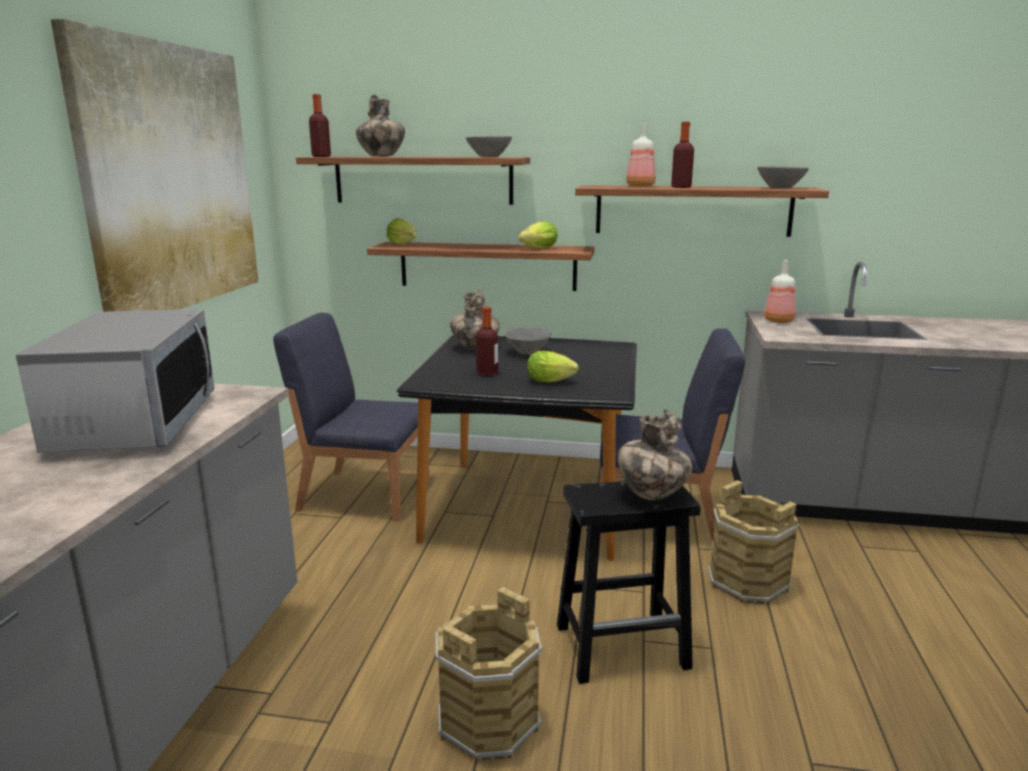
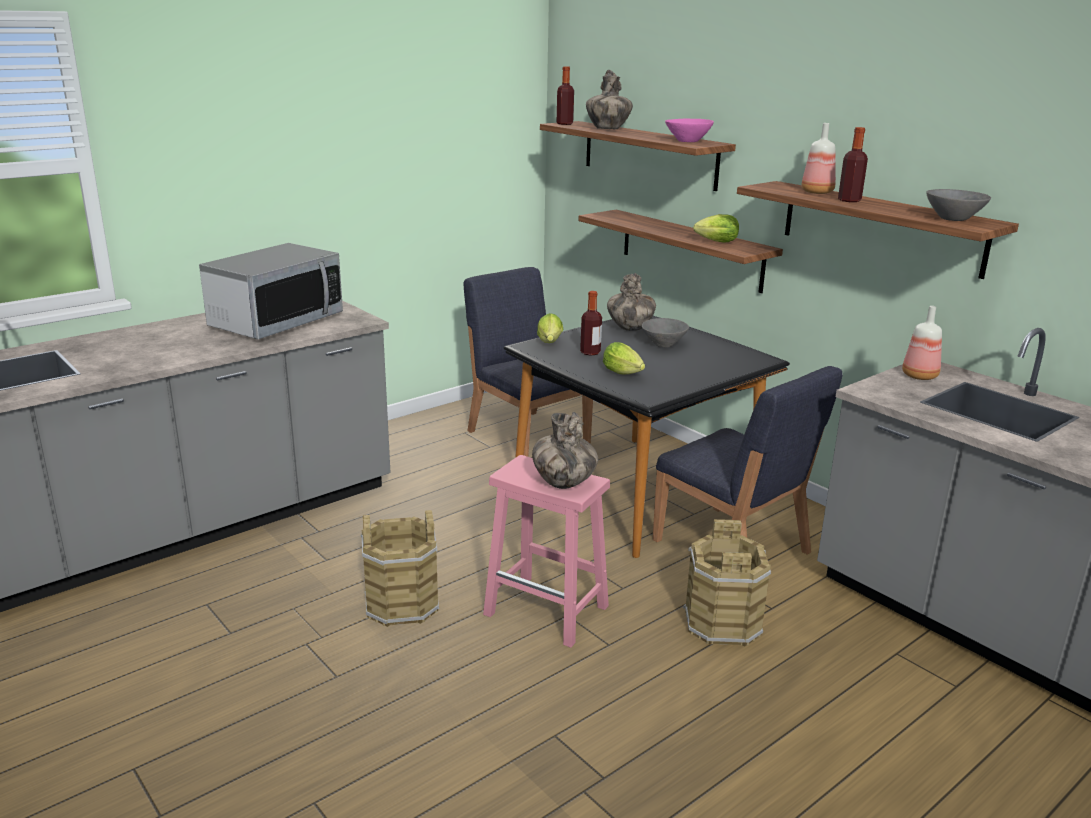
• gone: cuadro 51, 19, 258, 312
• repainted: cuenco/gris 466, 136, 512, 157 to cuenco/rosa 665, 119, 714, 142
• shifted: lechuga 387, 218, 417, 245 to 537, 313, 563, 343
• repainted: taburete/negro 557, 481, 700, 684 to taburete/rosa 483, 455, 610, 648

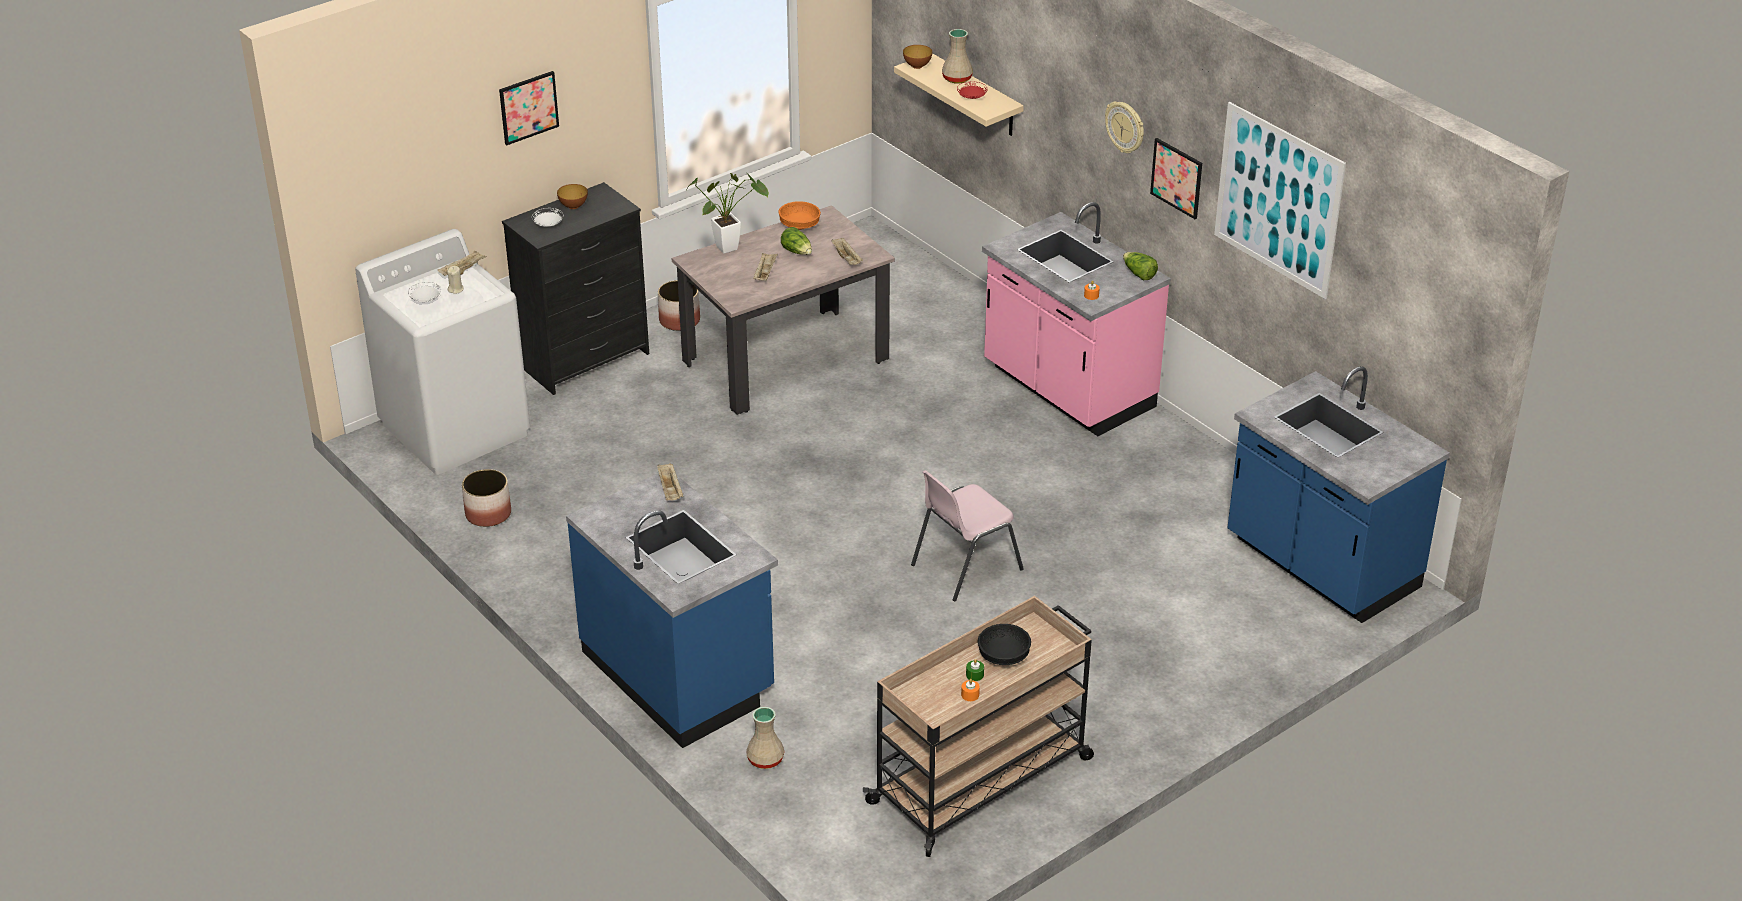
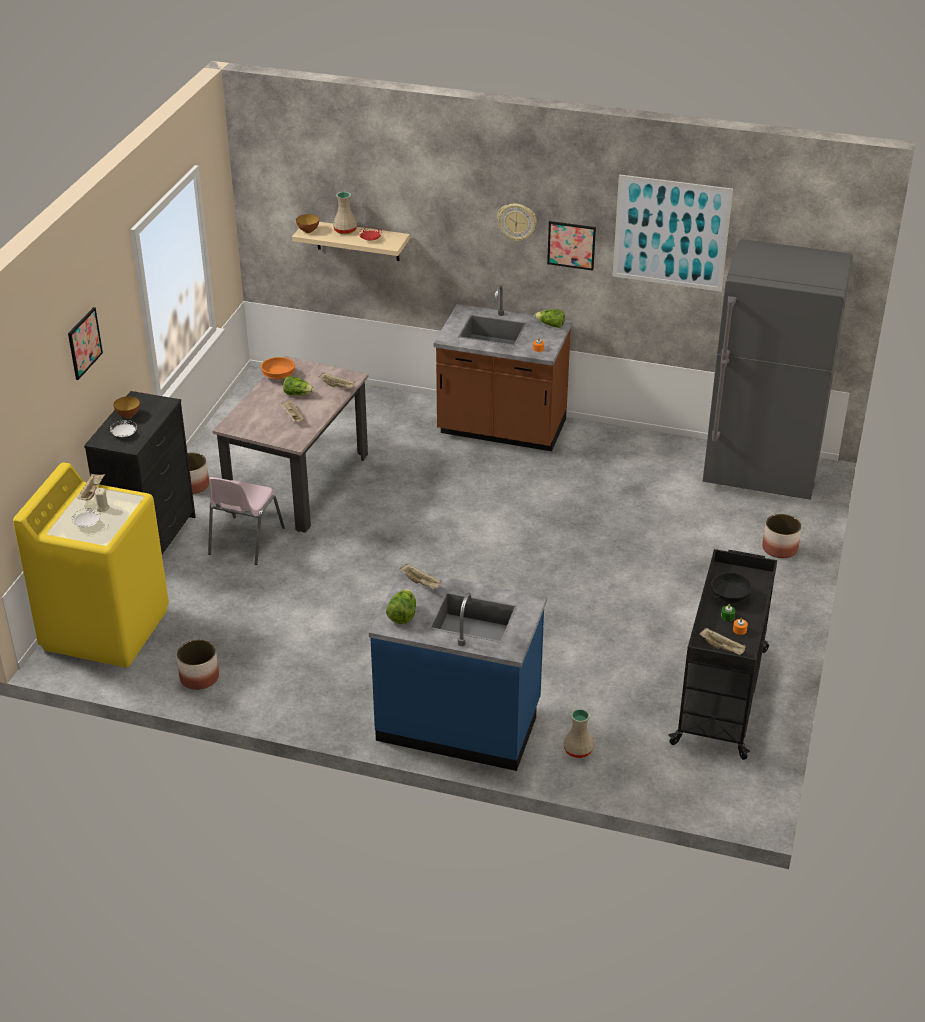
• gone: planta en maceta 687, 173, 769, 254
• repainted: mueble bajo de cocina/rosa 982, 202, 1171, 436 to mueble bajo de cocina/marrón 433, 285, 572, 451
• repainted: lavadora/blanco 355, 229, 530, 475 to lavadora/amarillo 13, 463, 169, 668
• swapped: mueble bajo de cocina/azul 1227, 366, 1450, 623 to nevera/gris 703, 239, 853, 500
• shifted: silla/rosa 911, 470, 1024, 601 to 208, 477, 285, 565
• repainted: carrito/beis 863, 596, 1094, 857 to carrito/negro 668, 549, 777, 760
• new: maceta 762, 514, 802, 558
• new: lechuga 386, 589, 416, 624
• new: bandeja/beis 699, 628, 746, 655

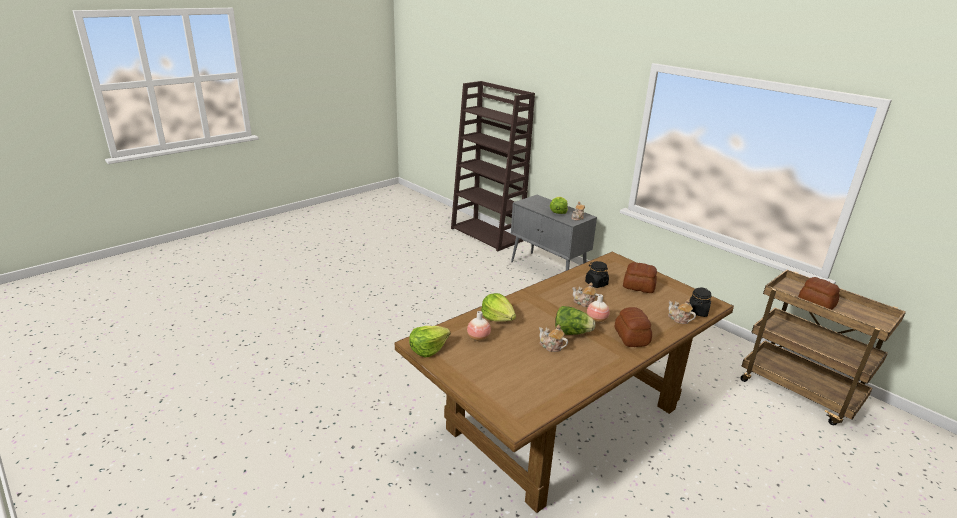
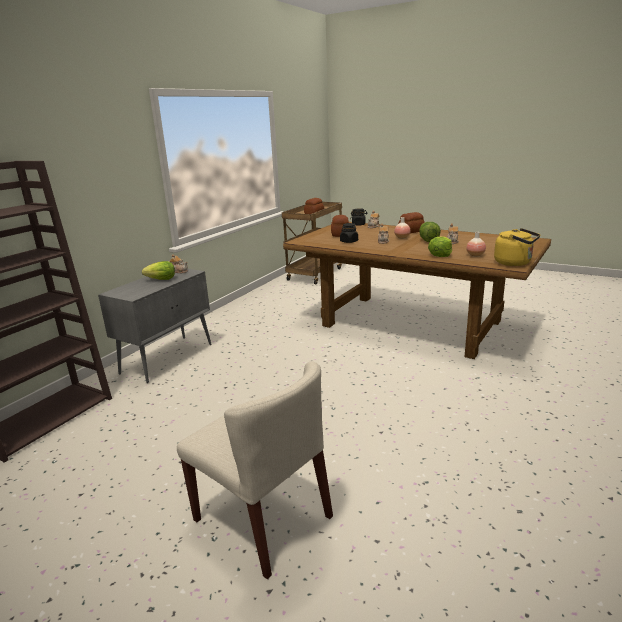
• swapped: lechuga 409, 326, 450, 358 to hervidor/amarillo 494, 228, 540, 266
• new: silla/beis 177, 361, 333, 579

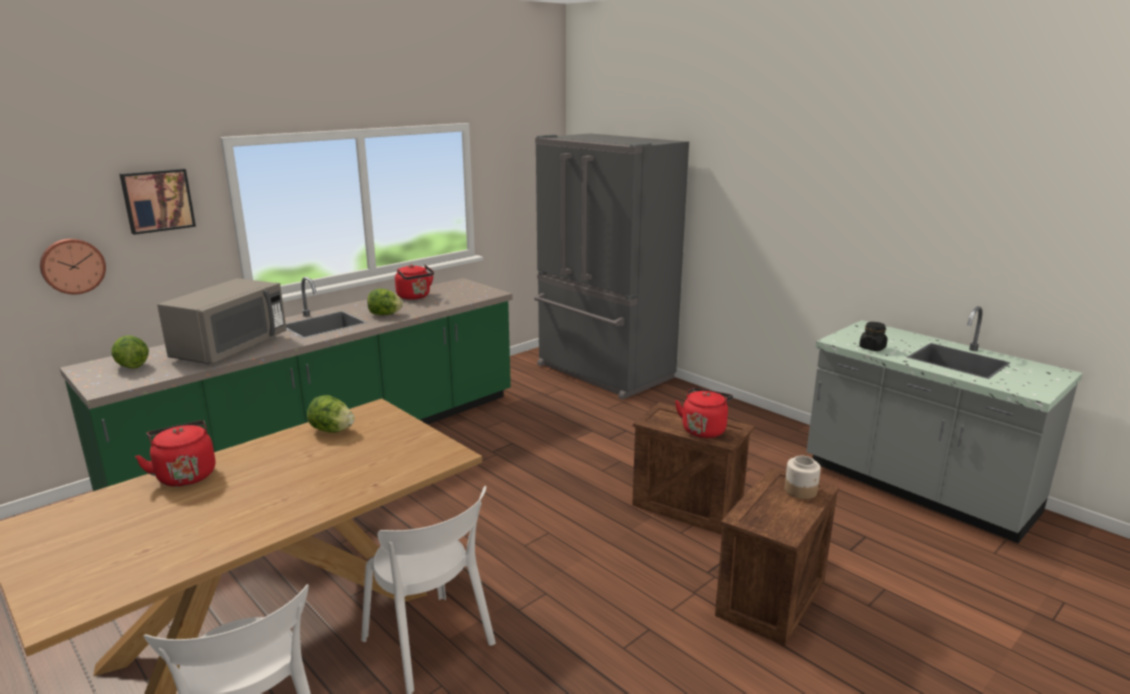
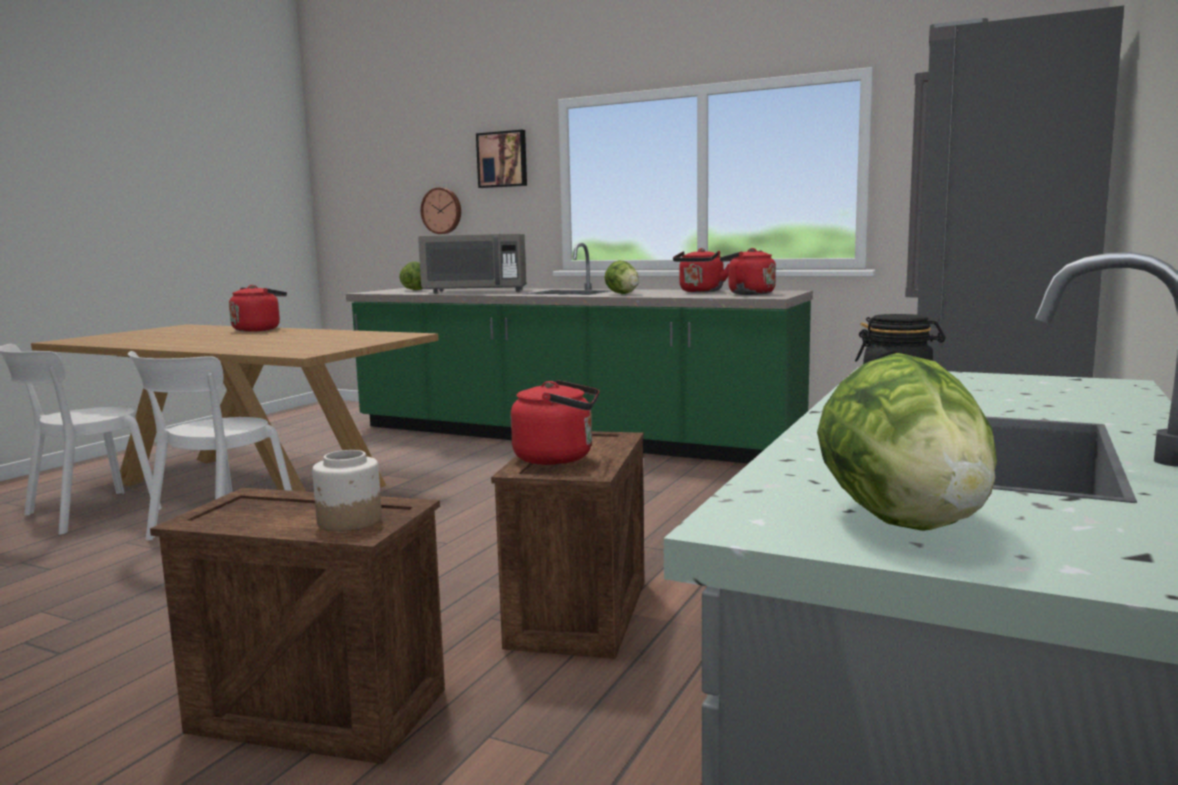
• shifted: lechuga 307, 395, 355, 433 to 817, 353, 997, 531
• new: hervidor/rojo 720, 248, 776, 295

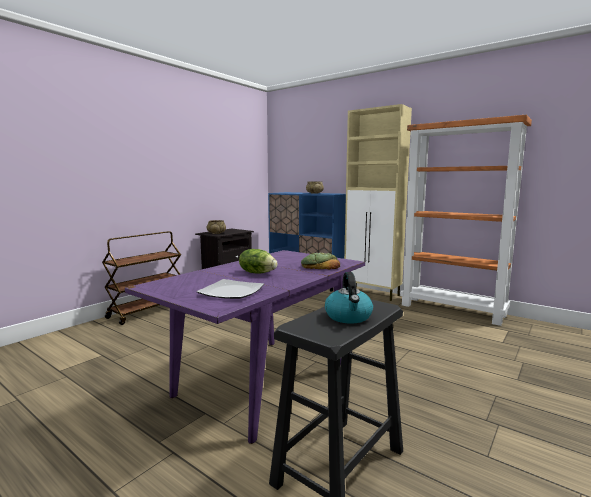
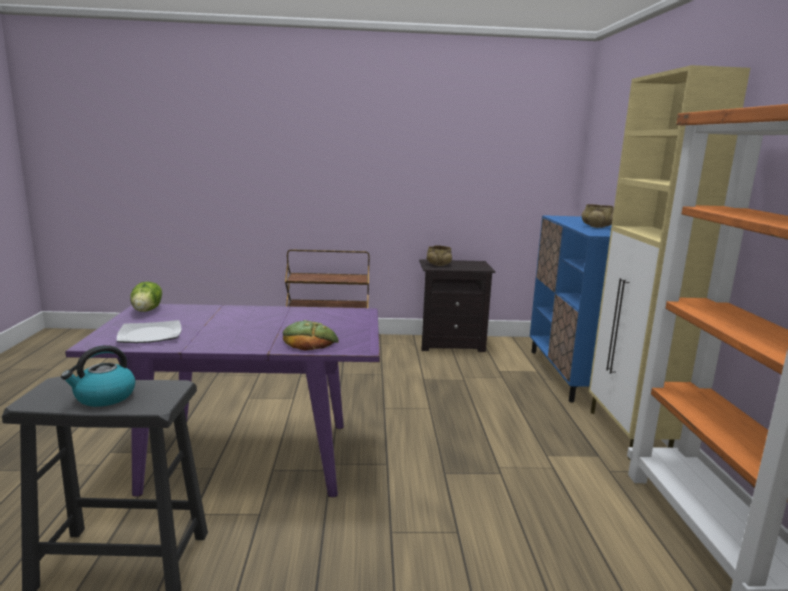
• shifted: lechuga 239, 249, 278, 274 to 130, 282, 162, 312

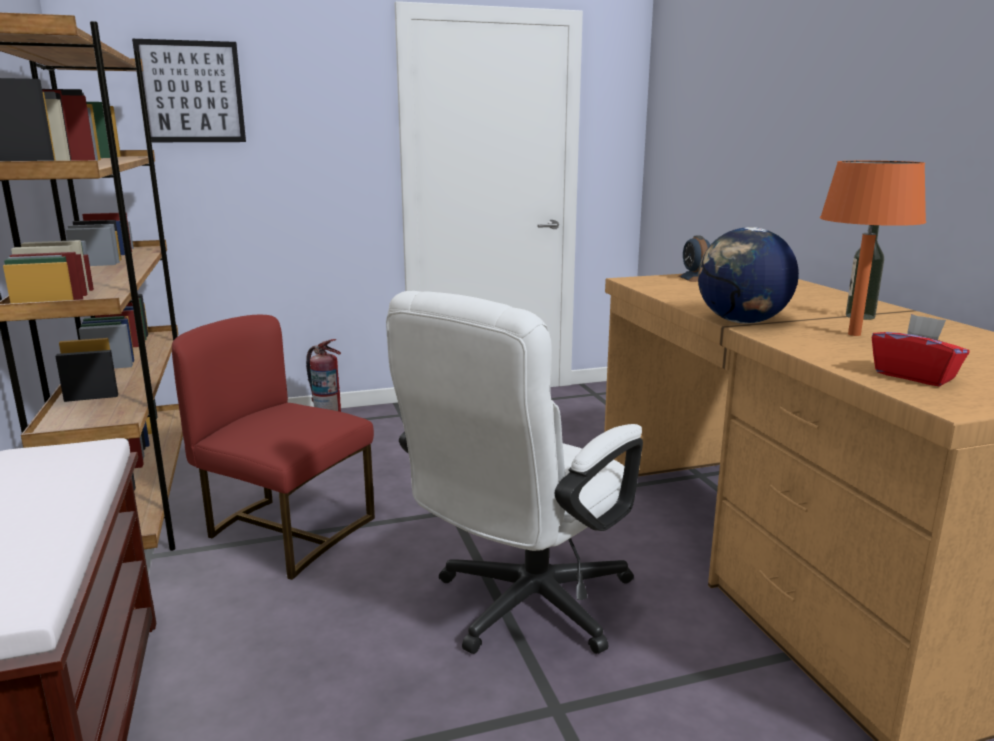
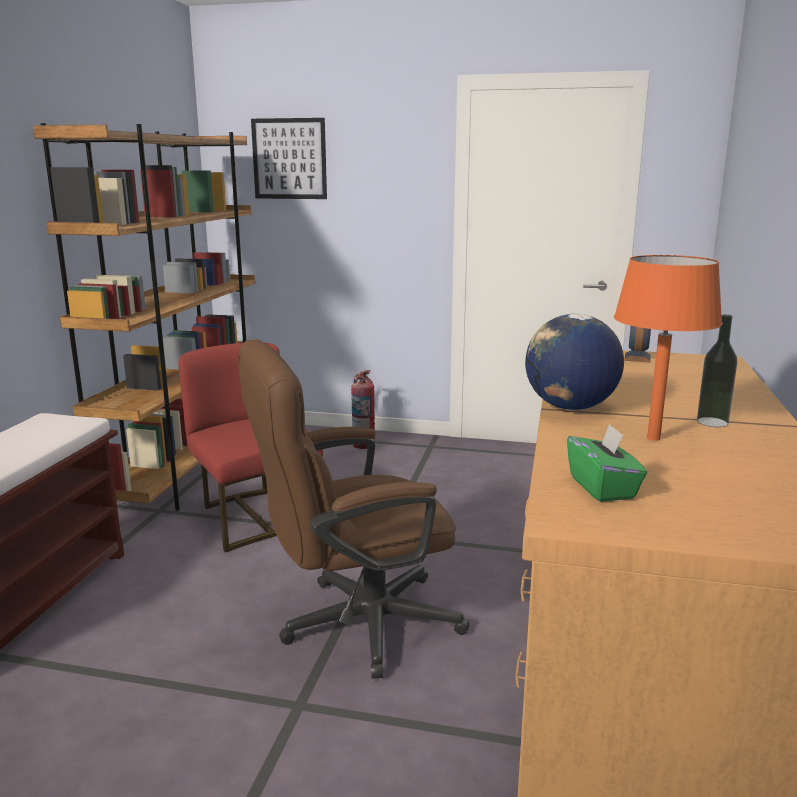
• repainted: silla de oficina/blanco 386, 291, 643, 654 to silla de oficina/marrón 238, 339, 470, 679
• repainted: caja de pañuelos/rojo 872, 314, 969, 386 to caja de pañuelos/verde 567, 424, 647, 502

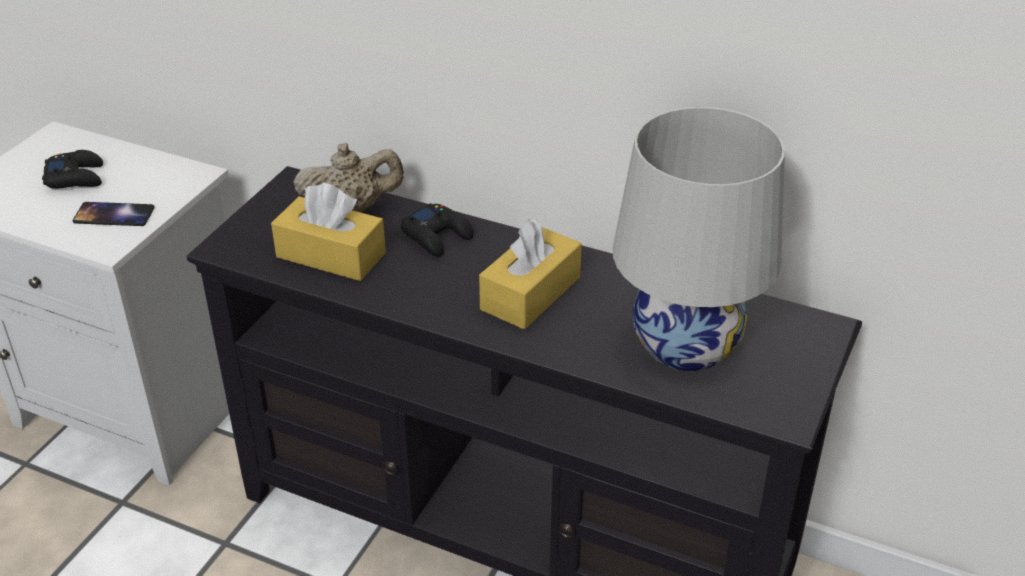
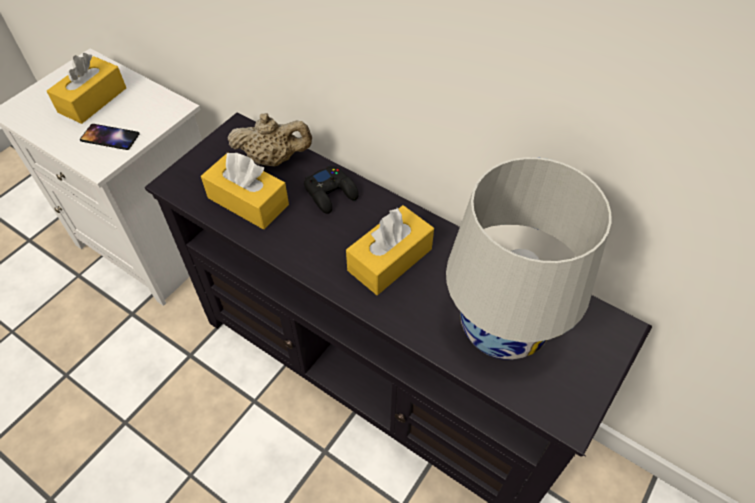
• swapped: mando de consola/negro 42, 150, 103, 189 to caja de pañuelos/amarillo 47, 53, 126, 124

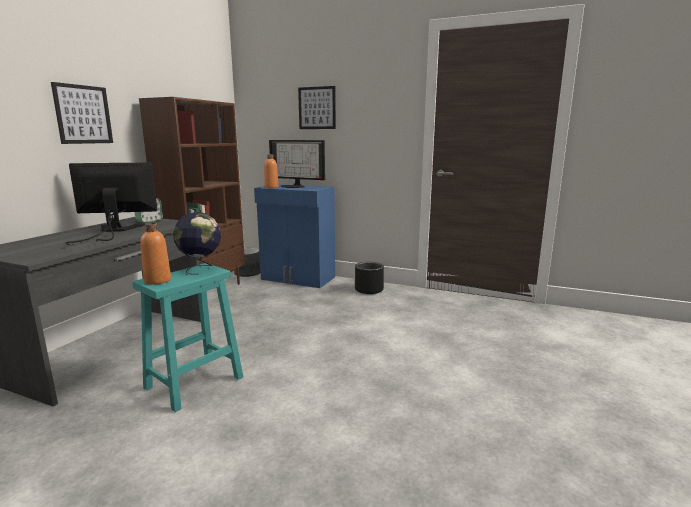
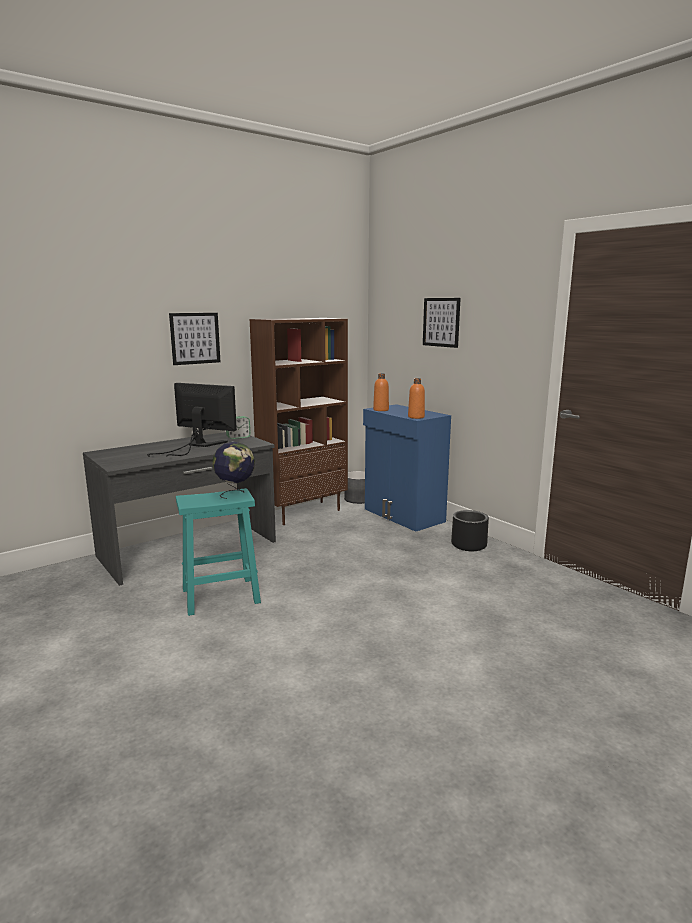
• gone: monitor 269, 140, 325, 188
• shifted: botella/naranja 140, 223, 171, 284 to 408, 378, 425, 419

